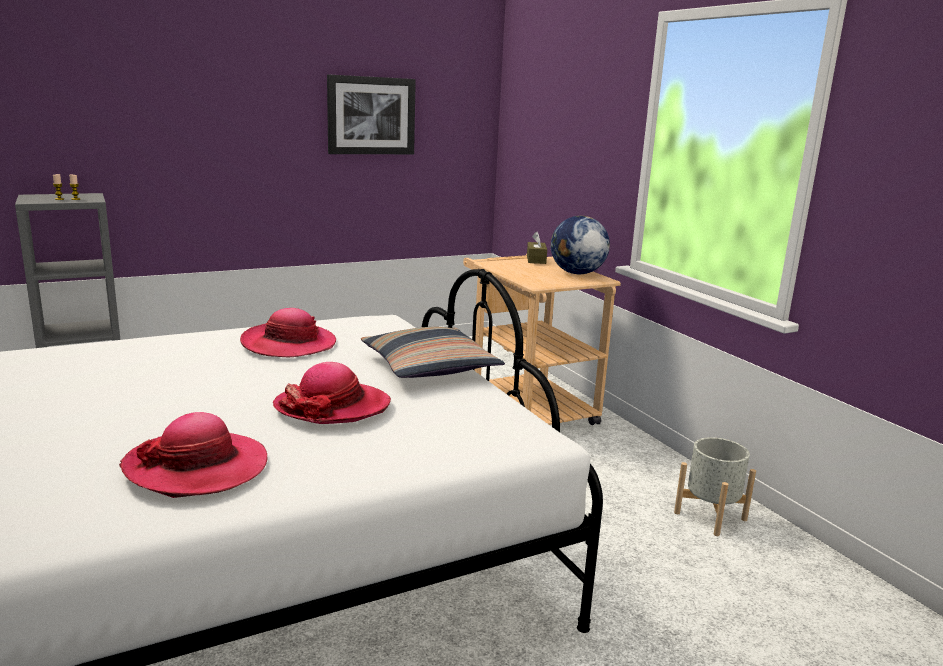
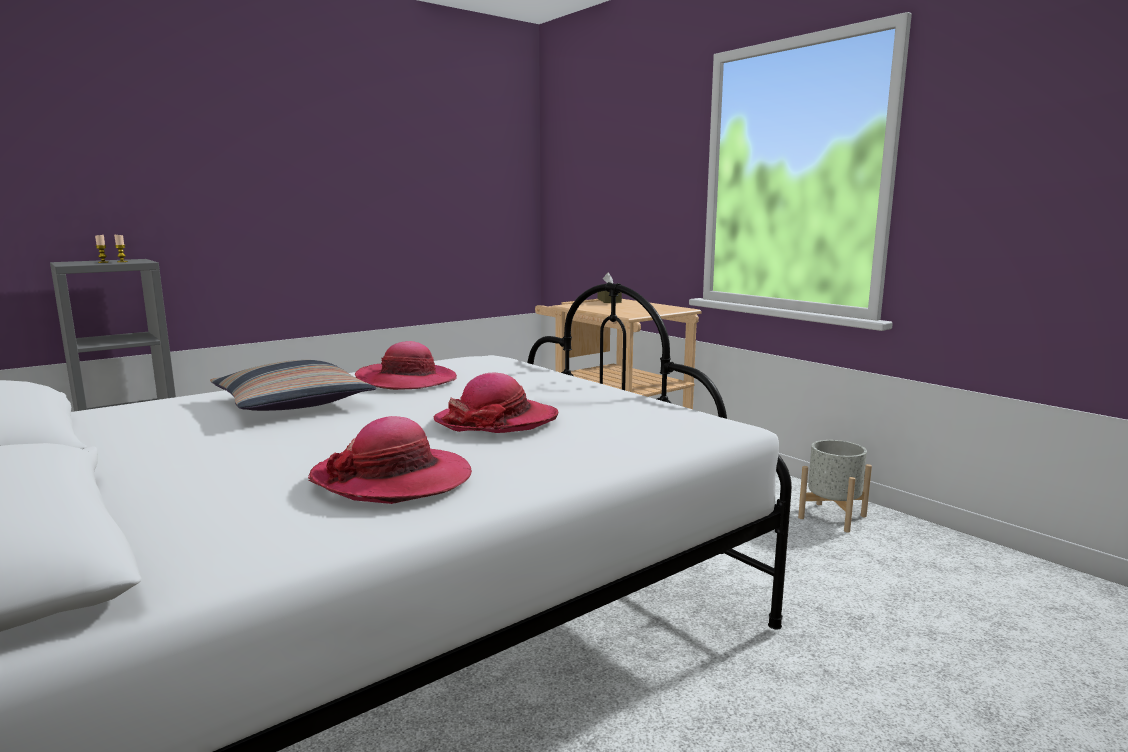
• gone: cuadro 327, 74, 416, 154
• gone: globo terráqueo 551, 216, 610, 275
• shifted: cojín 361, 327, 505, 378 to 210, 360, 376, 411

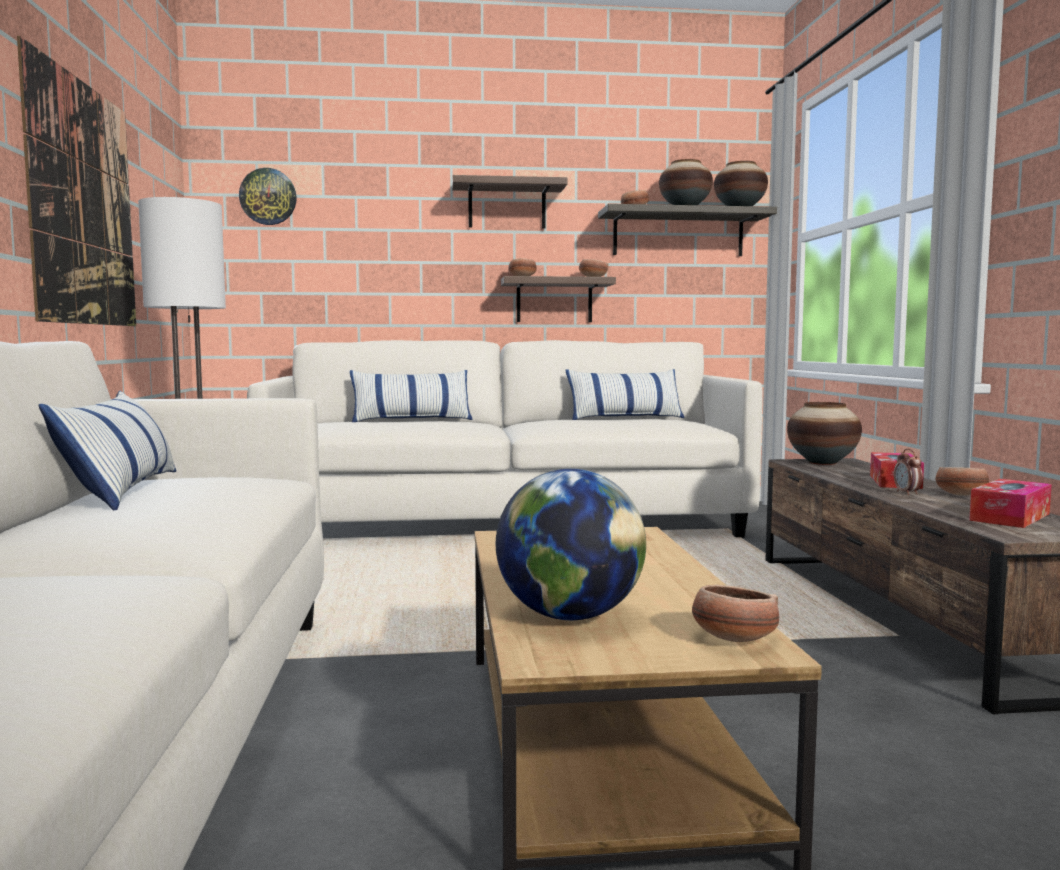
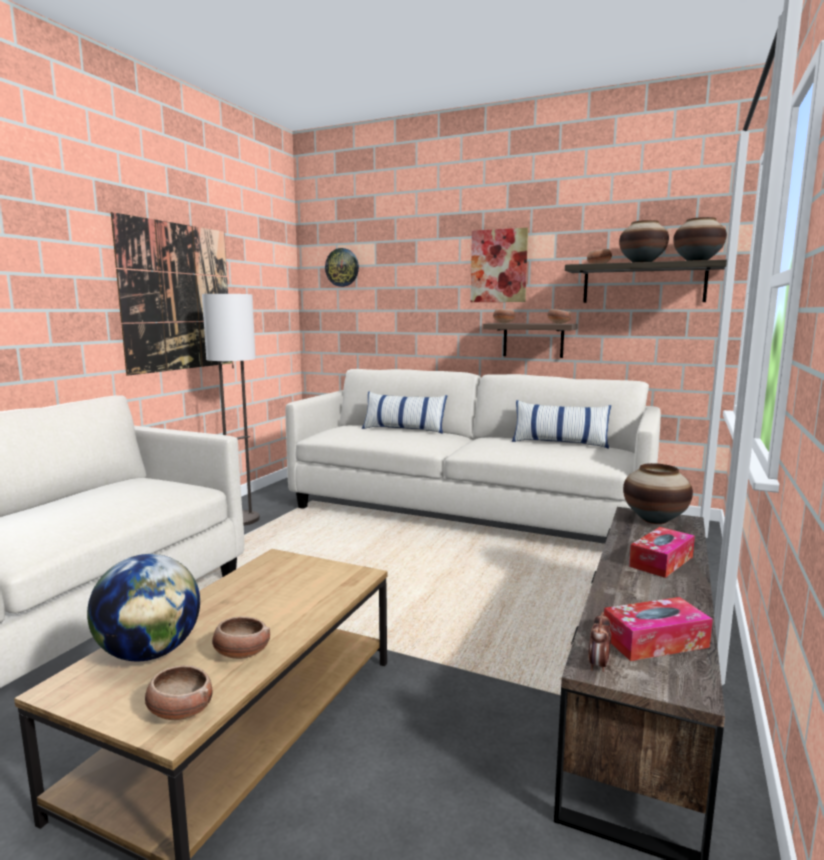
• swapped: estante 452, 175, 568, 229 to cuadro 471, 228, 528, 302
• gone: cojín 39, 391, 176, 510
• shifted: despertador 894, 449, 923, 495 to 588, 612, 611, 672
• shifted: cuenco 935, 467, 989, 495 to 212, 616, 270, 659

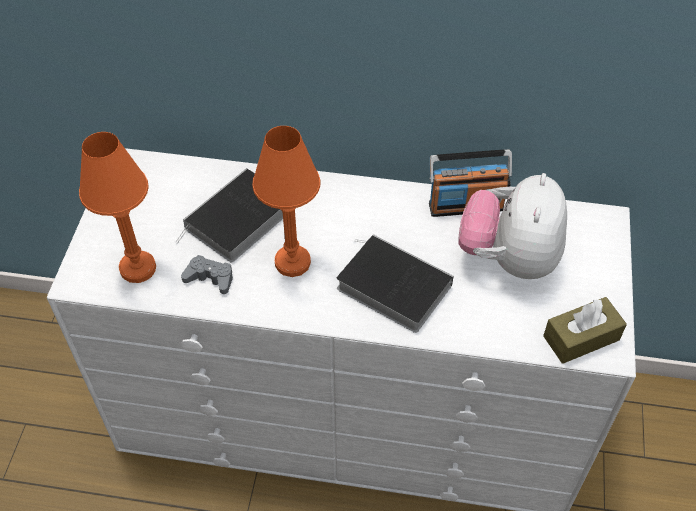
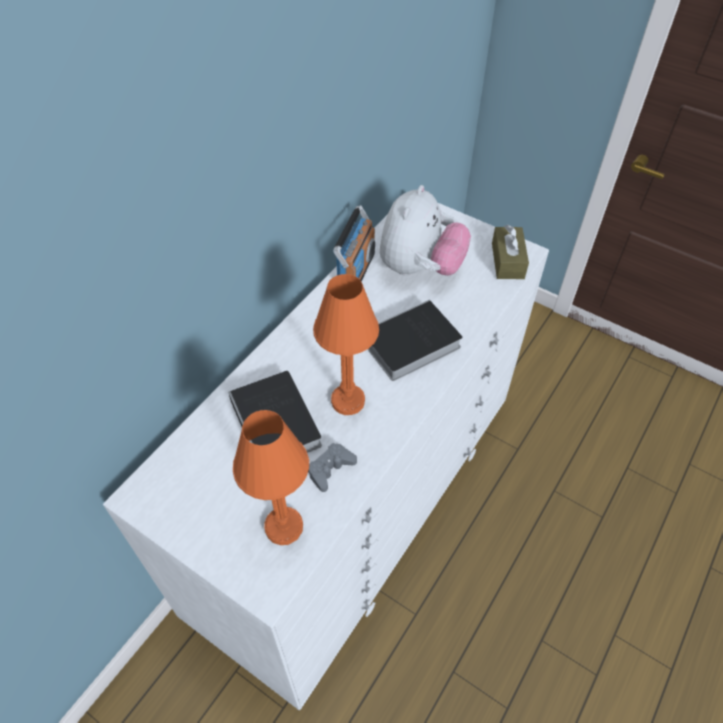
• rotated: peluche 459, 173, 567, 279 = 380, 185, 471, 276 105 degrees counterclockwise

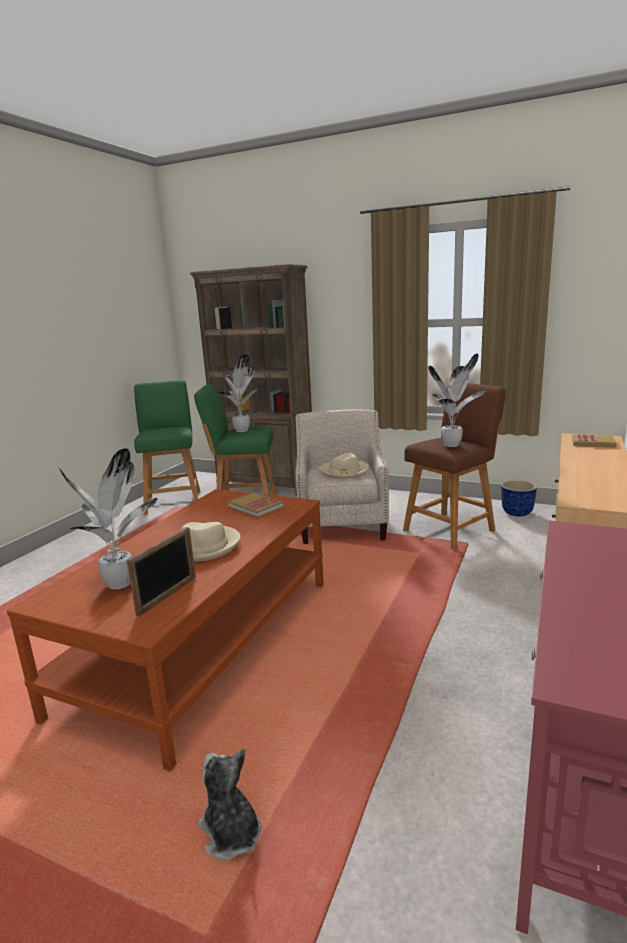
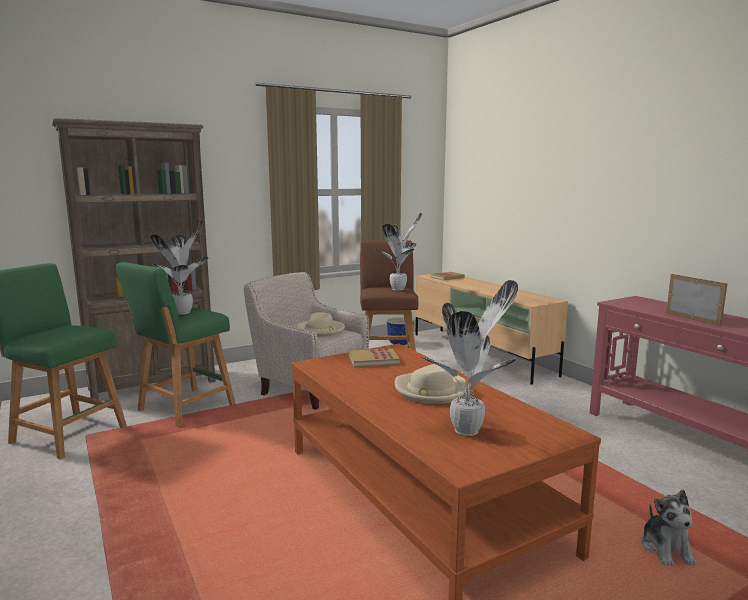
• shifted: portarretratos 127, 527, 196, 617 to 666, 274, 727, 326
• rotated: peluche 198, 749, 261, 861 = 641, 490, 697, 566 90 degrees counterclockwise

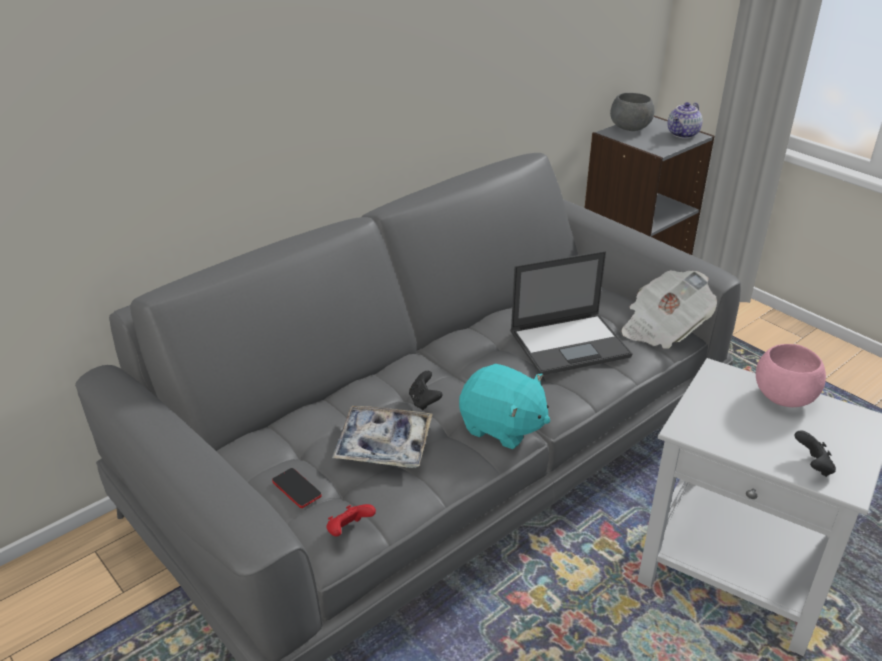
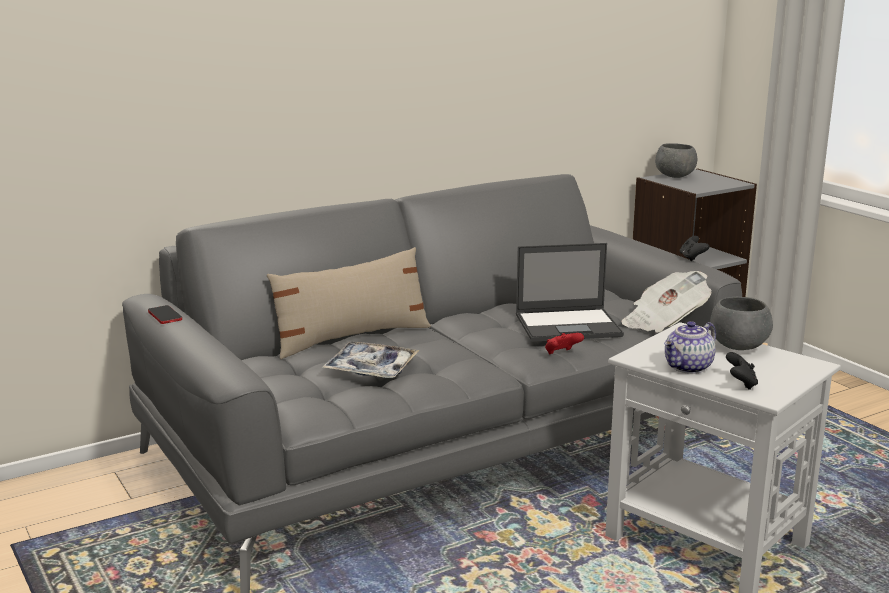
• shifted: tetera 668, 102, 703, 139 to 664, 321, 716, 374
• repainted: cuenco/rosa 756, 344, 826, 407 to cuenco/gris 710, 297, 773, 350
• gone: peluche/turquesa 459, 364, 550, 449
• shifted: mando de consola/negro 409, 371, 443, 410 to 680, 236, 709, 261
• shifted: móvil 272, 468, 322, 508 to 148, 305, 182, 324
• shifted: mando de consola/rojo 326, 504, 376, 536 to 545, 333, 584, 354
• new: cojín/beis 267, 247, 431, 359

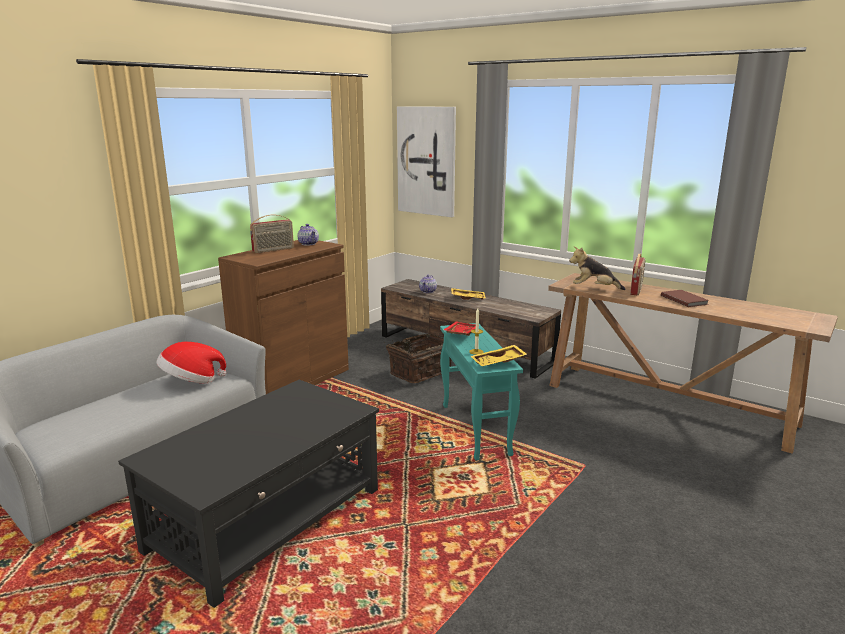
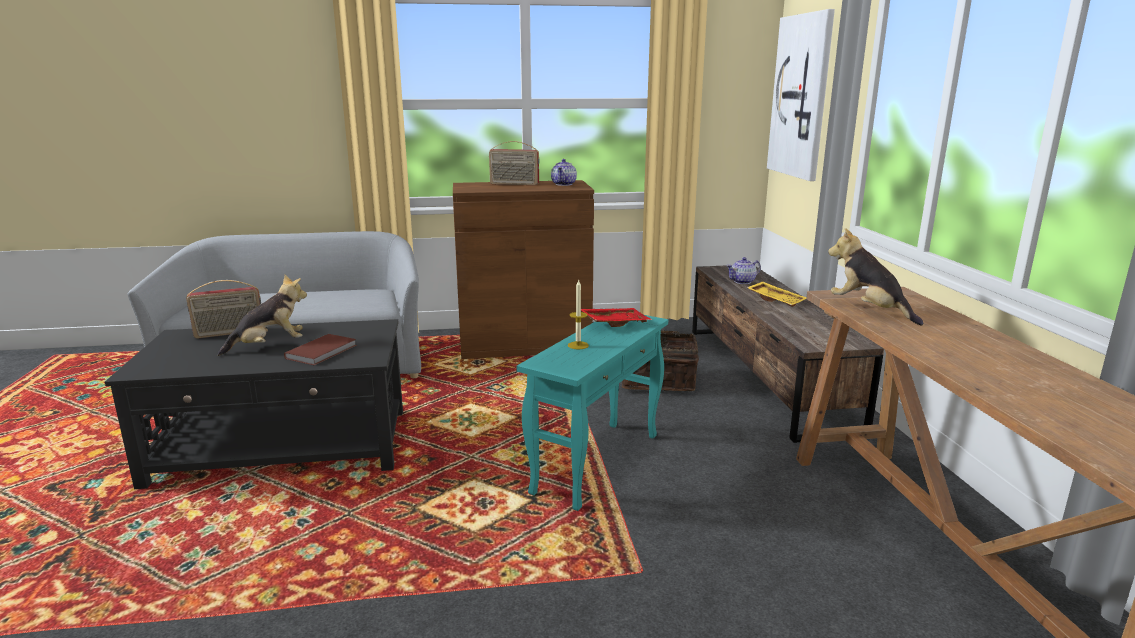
• shifted: radio 630, 254, 645, 295 to 186, 280, 261, 338
• shifted: libro/marrón 661, 290, 709, 307 to 284, 334, 357, 365
• gone: sombrero 156, 342, 227, 383
• gone: bandeja/amarillo 471, 345, 527, 366
• new: peluche 218, 274, 307, 356

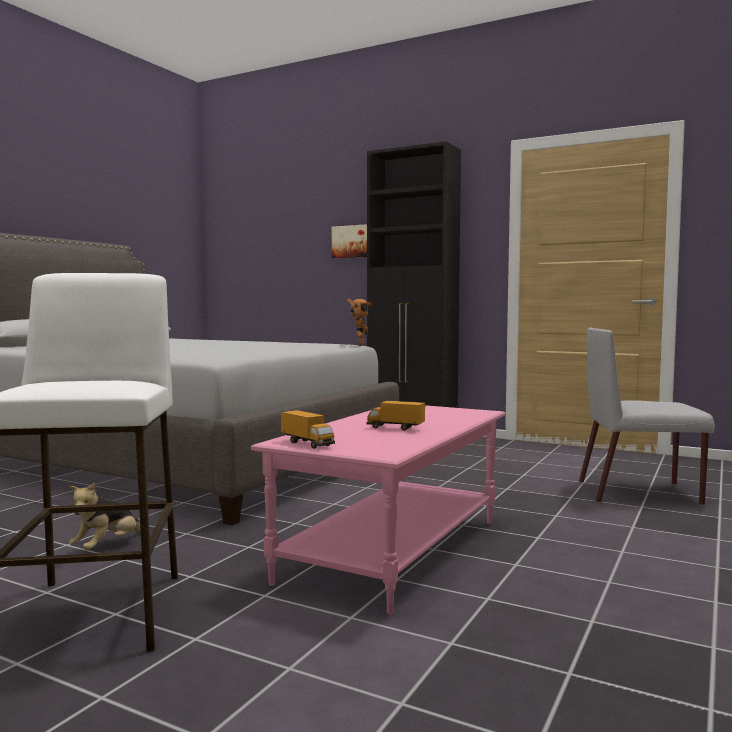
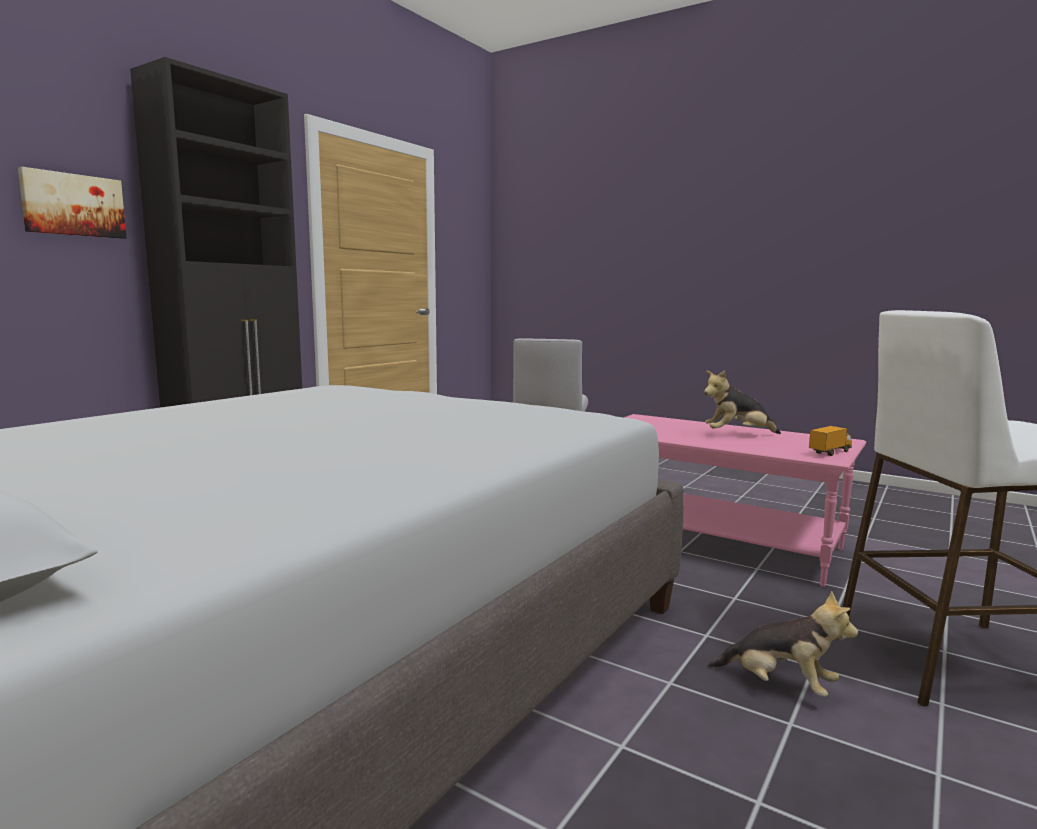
• gone: robot de juguete 347, 298, 373, 346
• swapped: camión de juguete 367, 401, 425, 430 to peluche 704, 370, 781, 434

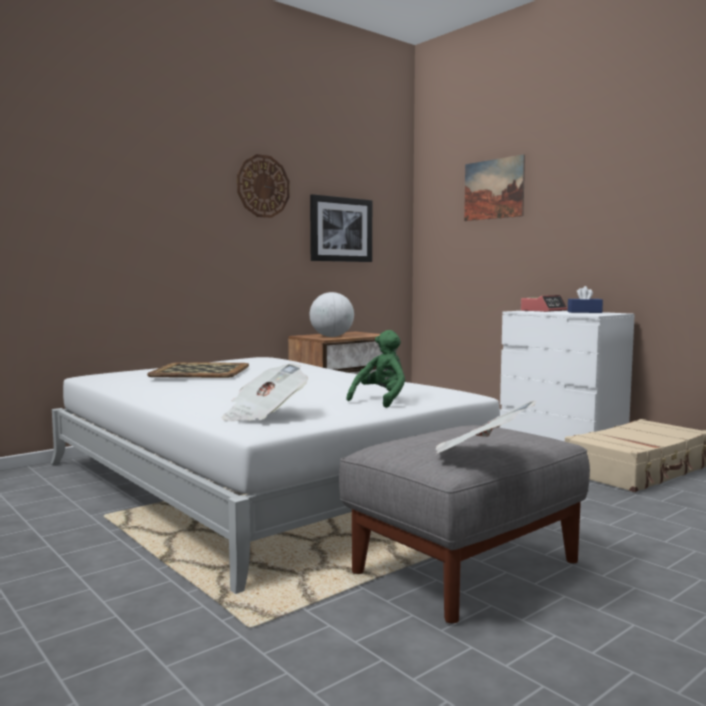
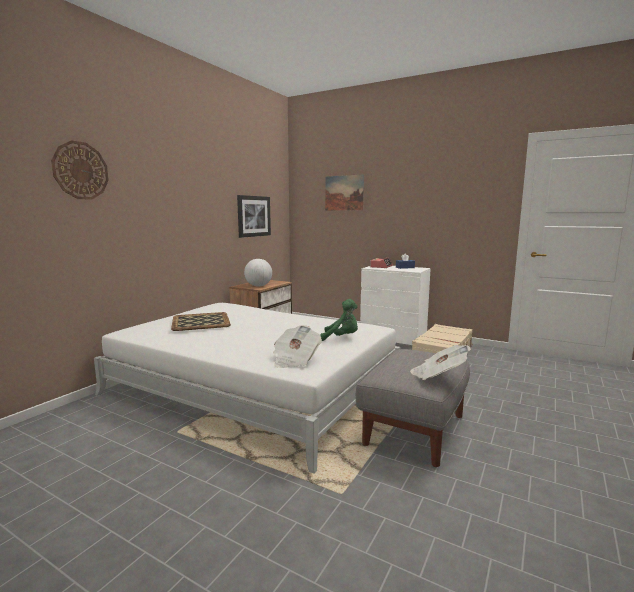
• shifted: reloj de pared 237, 154, 290, 218 to 51, 140, 109, 200
• rotated: peluche/verde 346, 330, 405, 408 = 320, 299, 358, 341 90 degrees clockwise

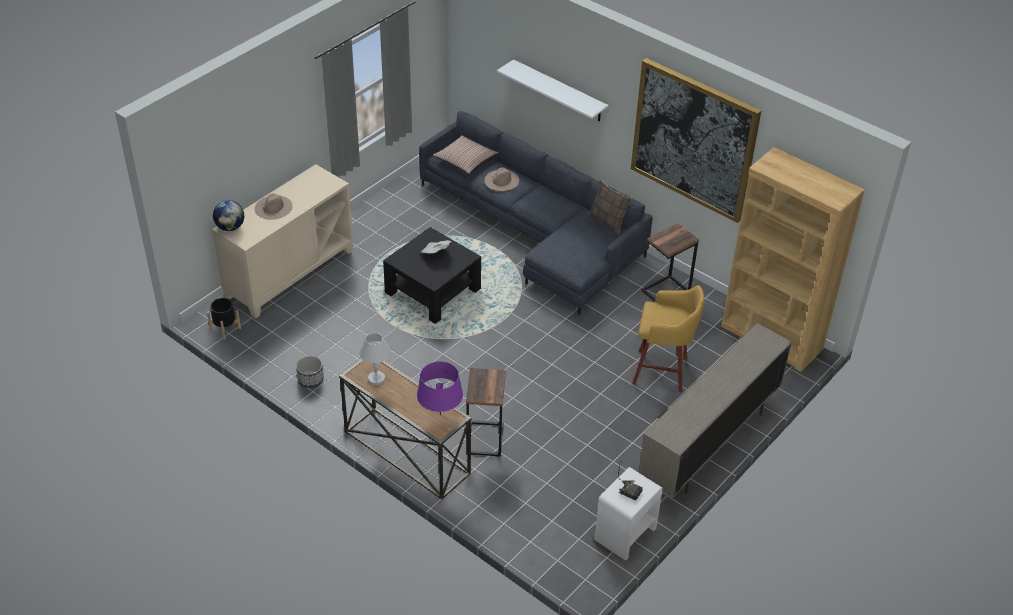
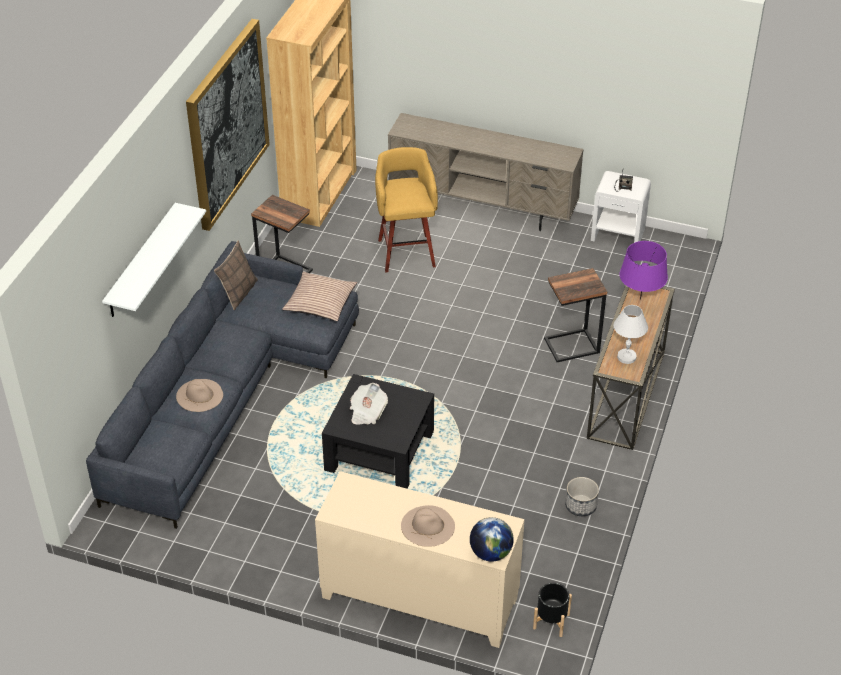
• shifted: cojín 433, 136, 498, 174 to 282, 272, 357, 321

